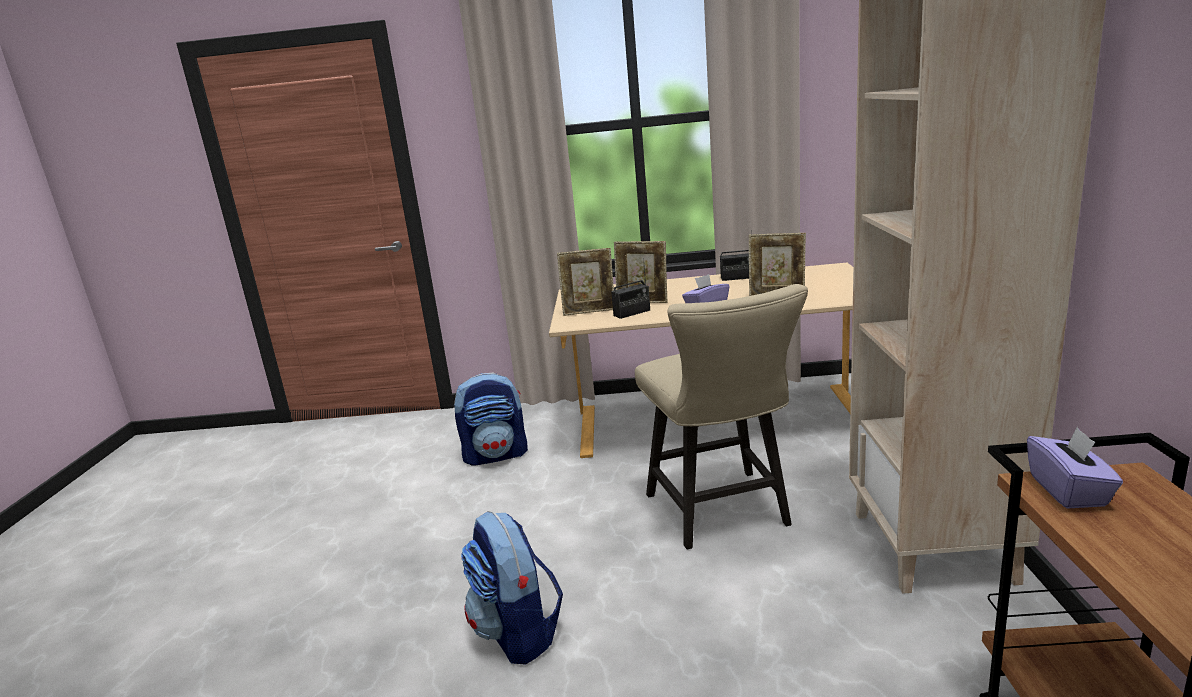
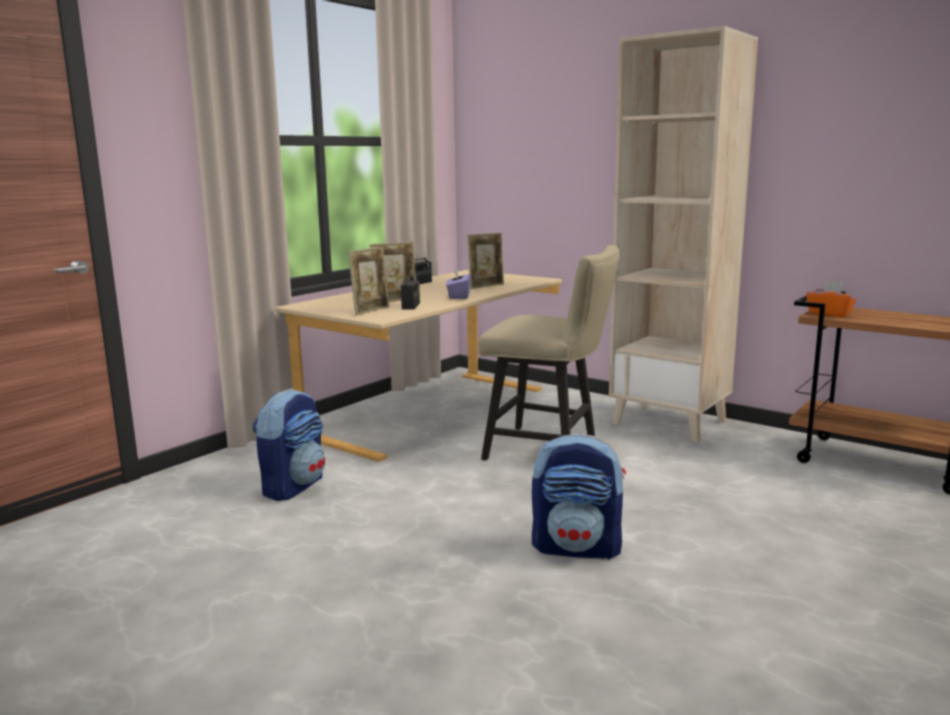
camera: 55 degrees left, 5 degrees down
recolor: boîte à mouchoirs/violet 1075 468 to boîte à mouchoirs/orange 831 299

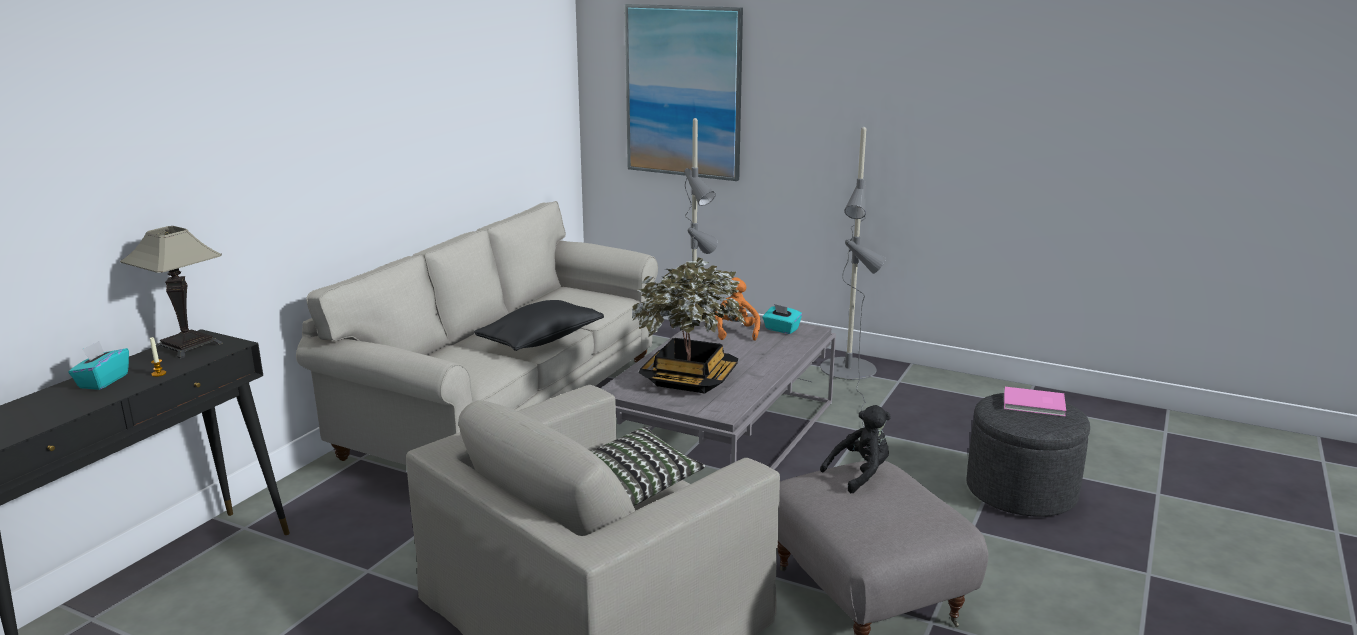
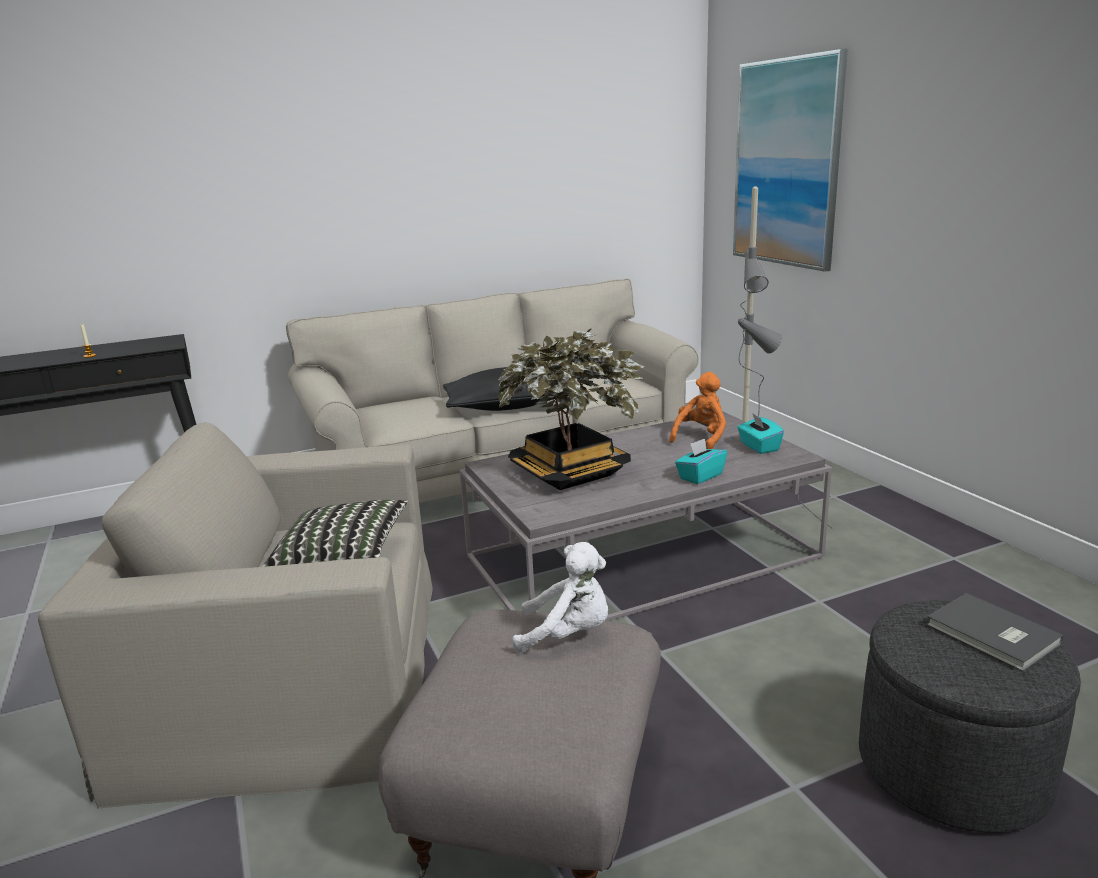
camera: 40 degrees right, 0 degrees up
delete: lampe de table 171 292; lampadaire/gris 853 277
move: boîte à mouchoirs/turquoise 98 365 to 701 461
recolor: peluche/noir 855 449 to peluche/blanc 560 598; livre/rose 1035 402 to livre/gris 994 632

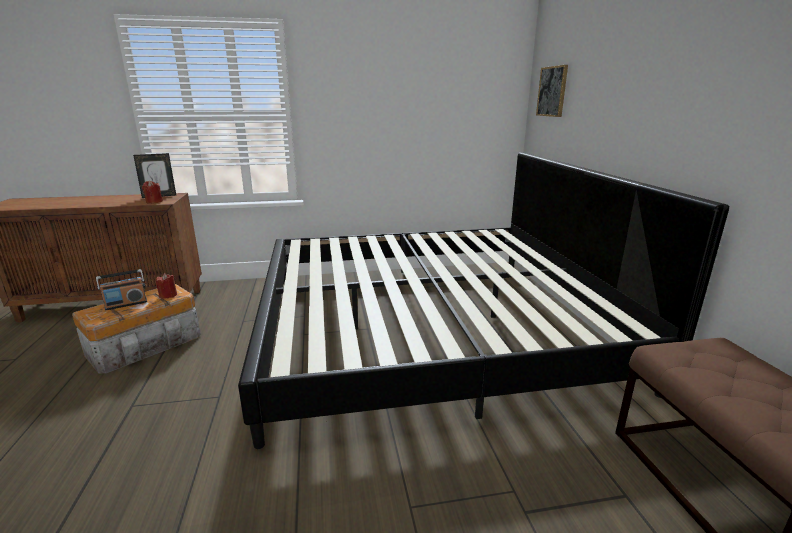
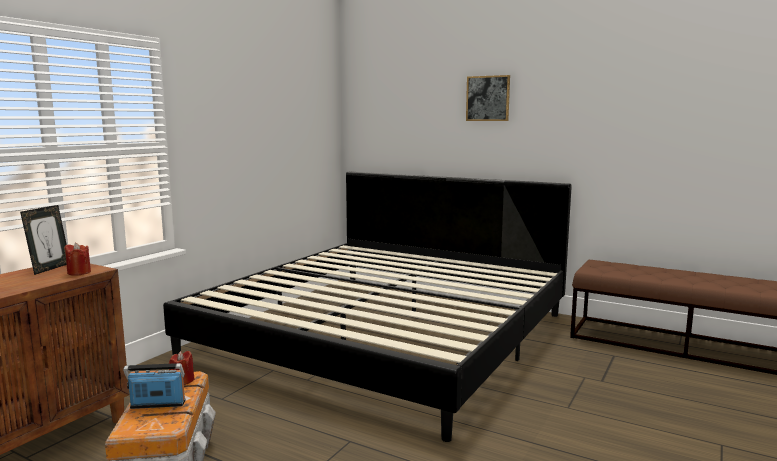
camera: 50 degrees left, 10 degrees down
move: tableau 552 91 to 488 98
rotate: radio 121 289 = 154 386 105 degrees counterclockwise

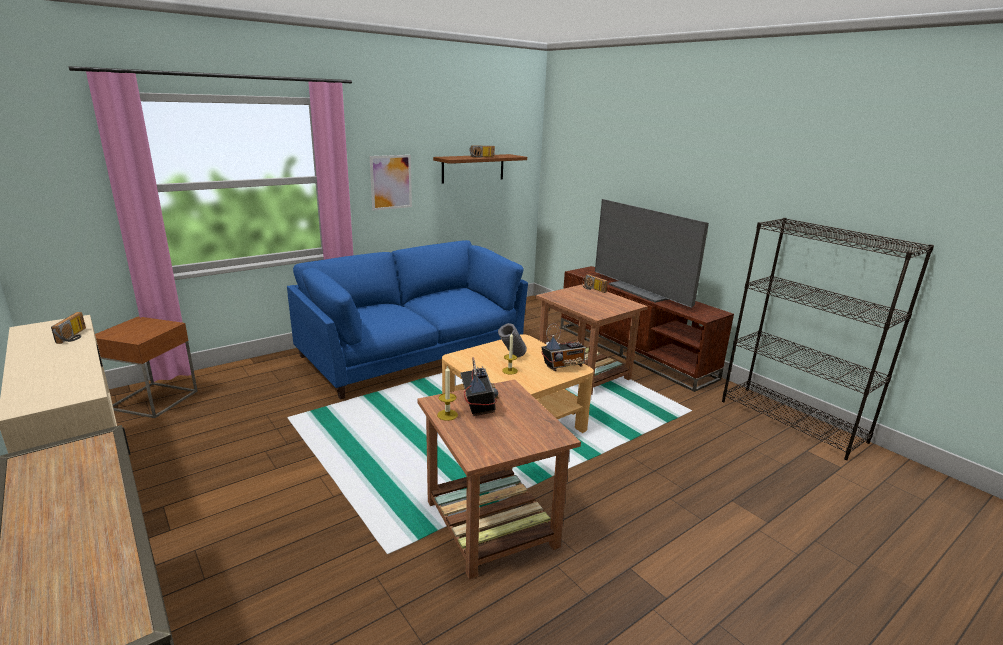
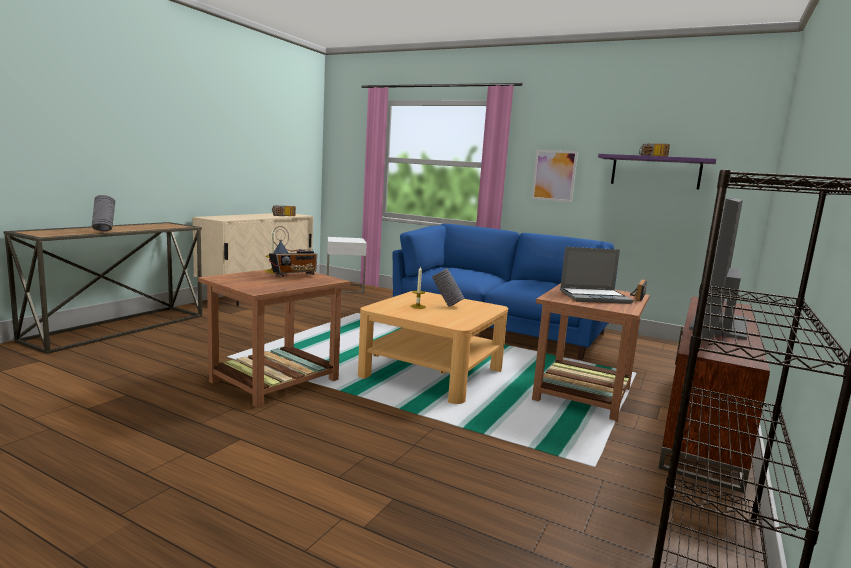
camera: 65 degrees right, 10 degrees down
delete: radio 563 347
insert: vase/gris 103 213; ordinateur portable 597 275
recolor: table d'appoint/marron 146 367 to table d'appoint/blanc 347 265; étagère/marron 480 168 to étagère/violet 657 171

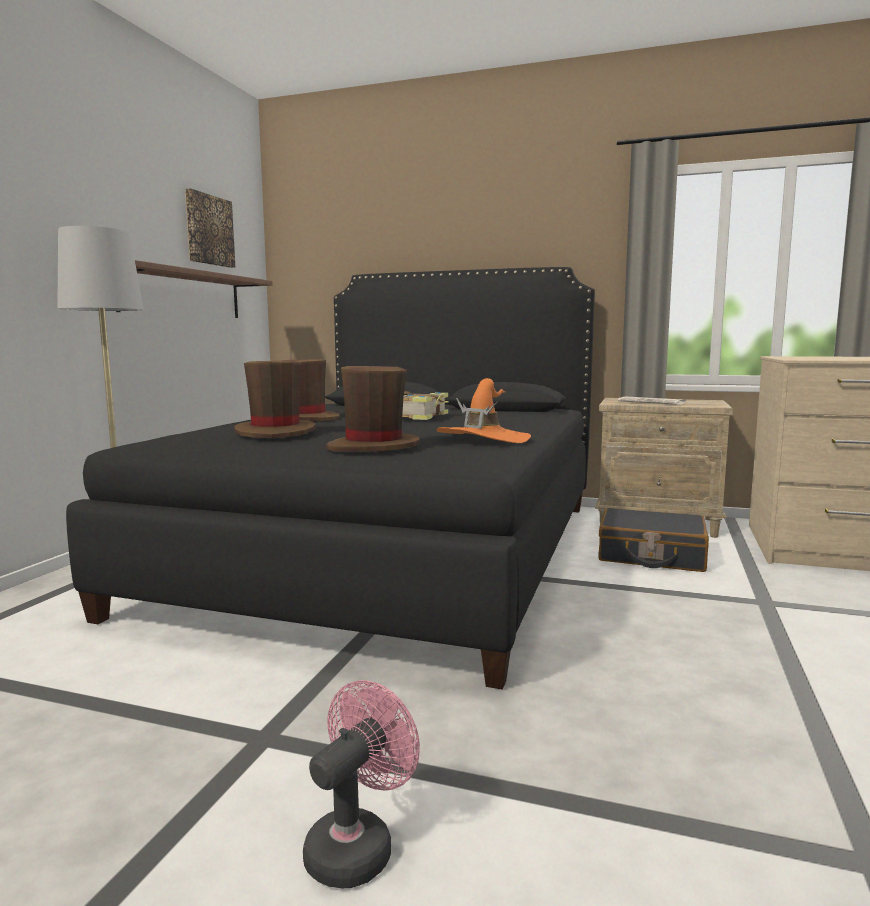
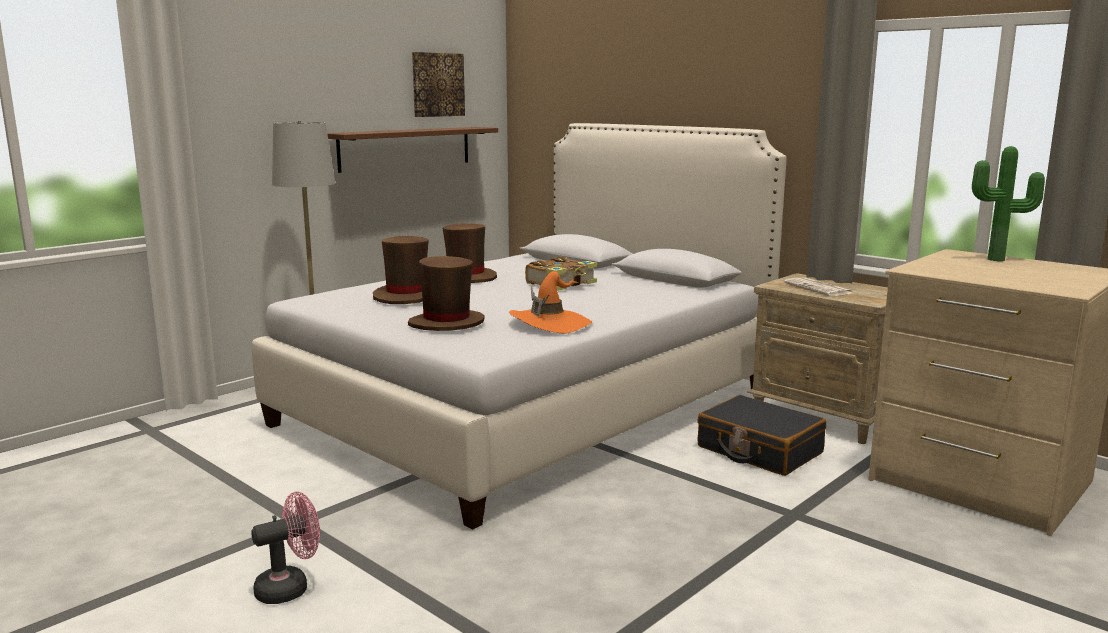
camera: 25 degrees right, 5 degrees up
insert: plante en pot 1008 203
recolor: lit/noir 330 478 to lit/blanc 519 326

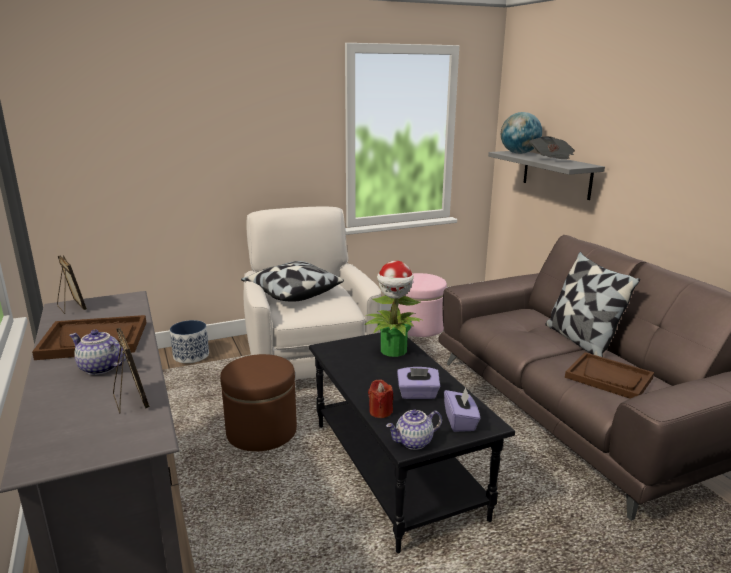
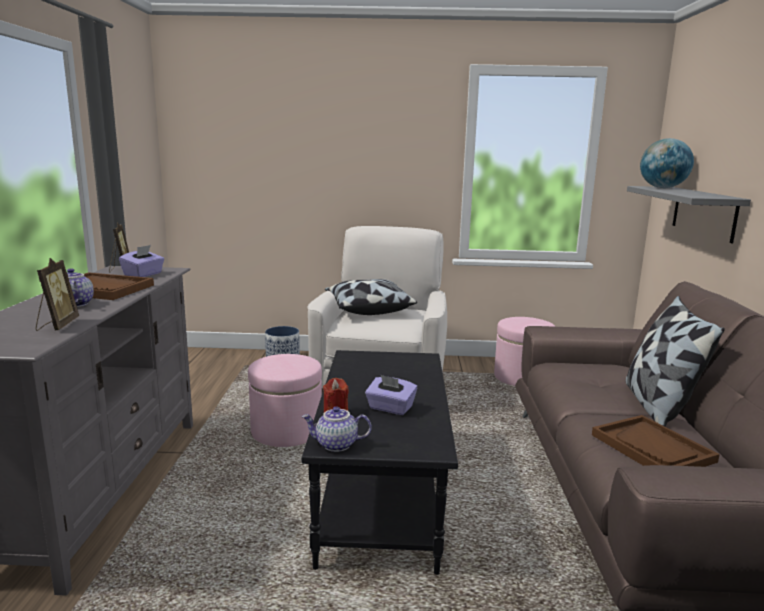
camera: 25 degrees right, 5 degrees down
delete: plante en pot 393 309; journal 552 147
move: boîte à mouchoirs/violet 462 410 to 141 261
recolor: pouf/marron 258 402 to pouf/rose 285 400

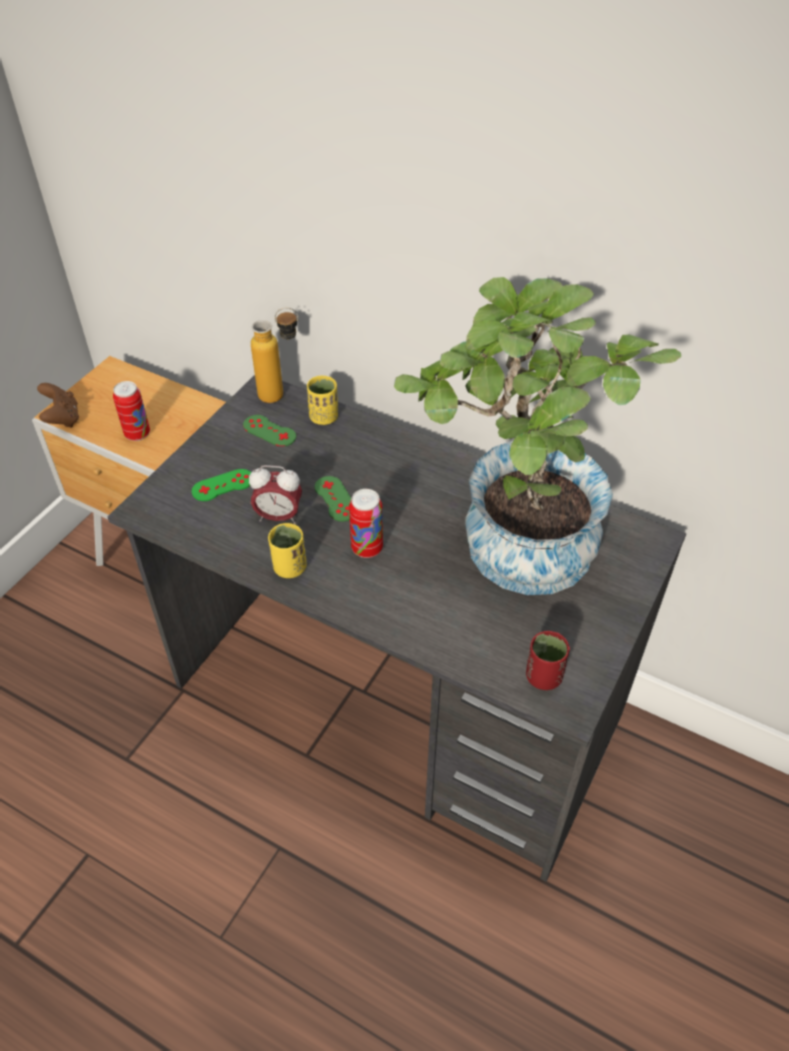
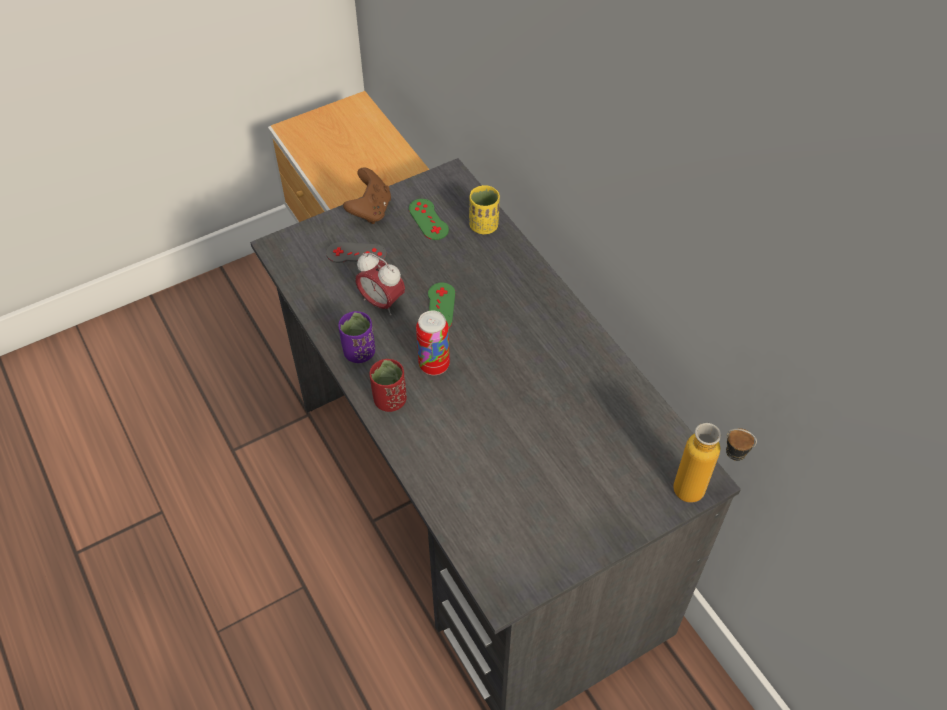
camera: 30 degrees right, 5 degrees up
delete: boîte métallique 131 411; plante en pot 537 436
move: manette/marron 58 405 to 367 195; tasse/rouge 548 660 to 388 385; bouteille 274 355 to 715 463
recolor: manette/vert 222 485 to manette/gris 356 252; tasse/jaune 287 550 to tasse/violet 356 337

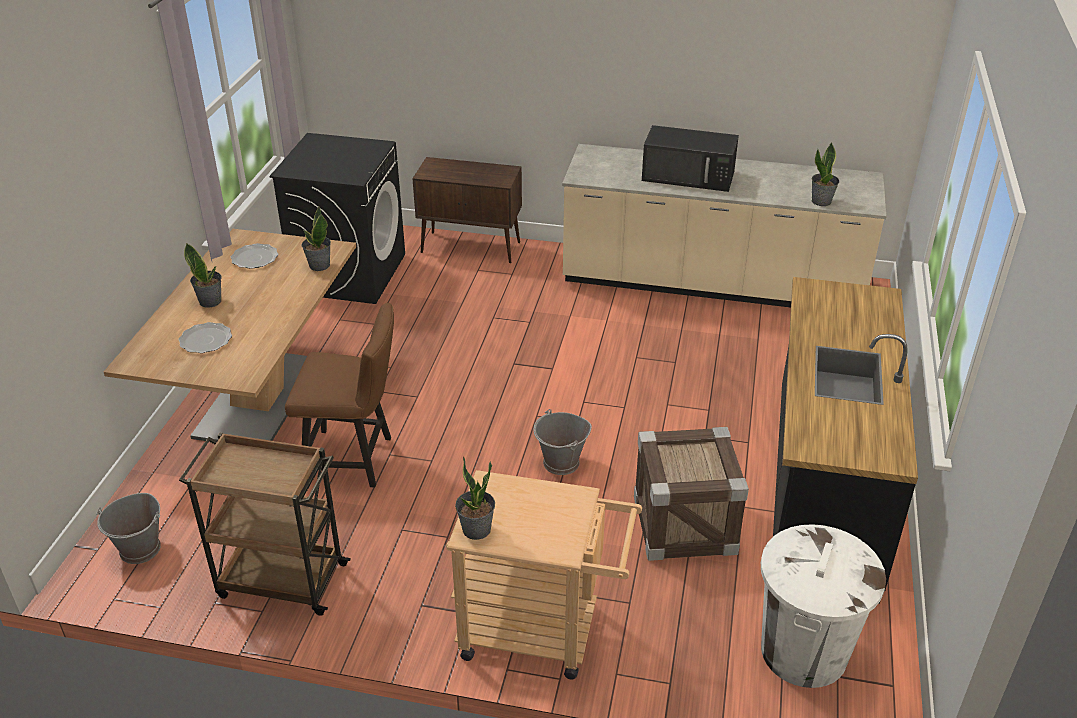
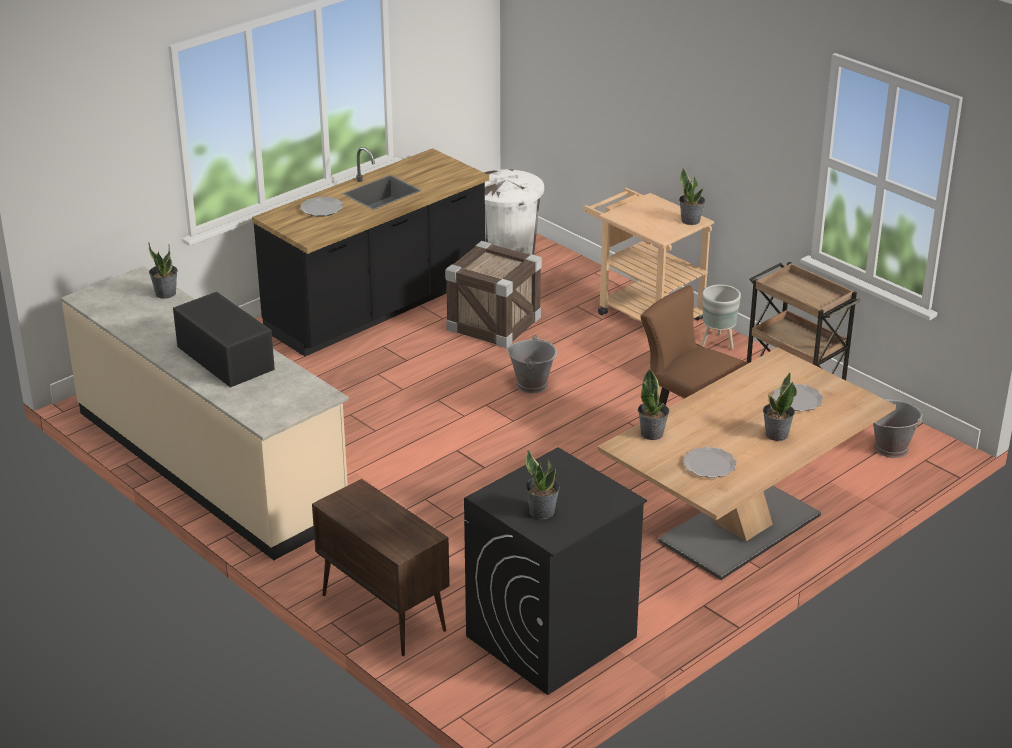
camera: 145 degrees left, 5 degrees down
insert: assiette 321 207; plante en pot 542 484; cache-pot/gris 721 317

